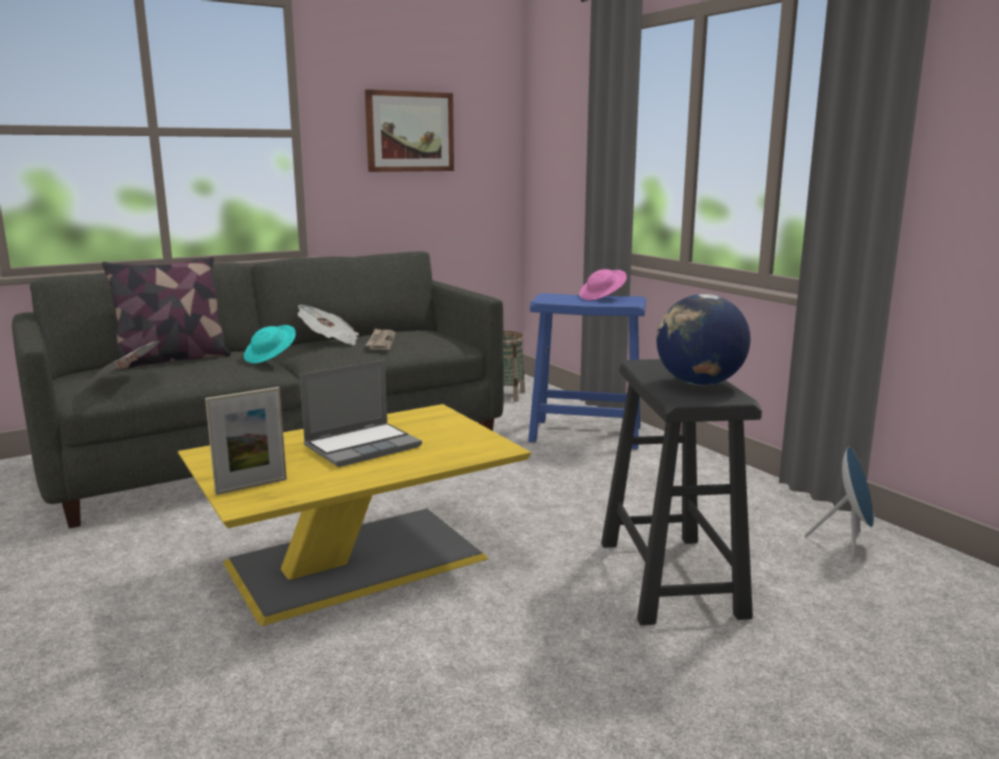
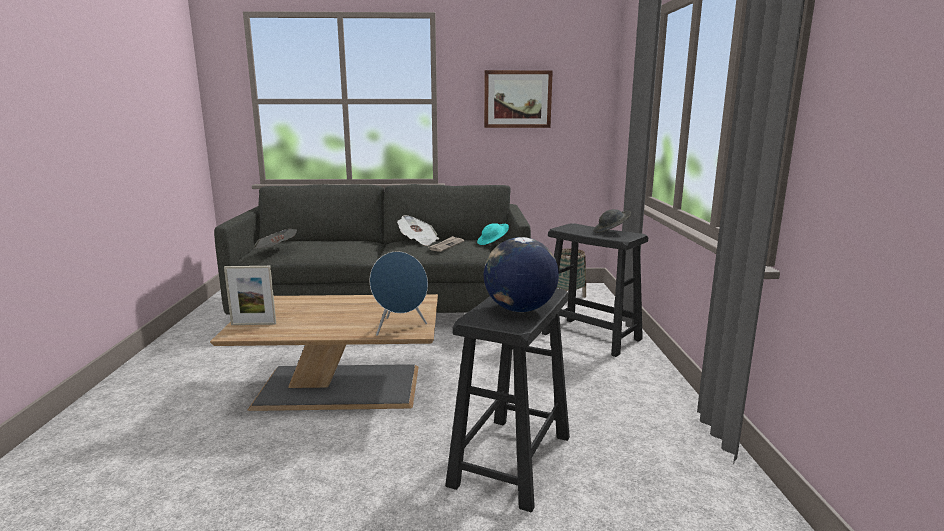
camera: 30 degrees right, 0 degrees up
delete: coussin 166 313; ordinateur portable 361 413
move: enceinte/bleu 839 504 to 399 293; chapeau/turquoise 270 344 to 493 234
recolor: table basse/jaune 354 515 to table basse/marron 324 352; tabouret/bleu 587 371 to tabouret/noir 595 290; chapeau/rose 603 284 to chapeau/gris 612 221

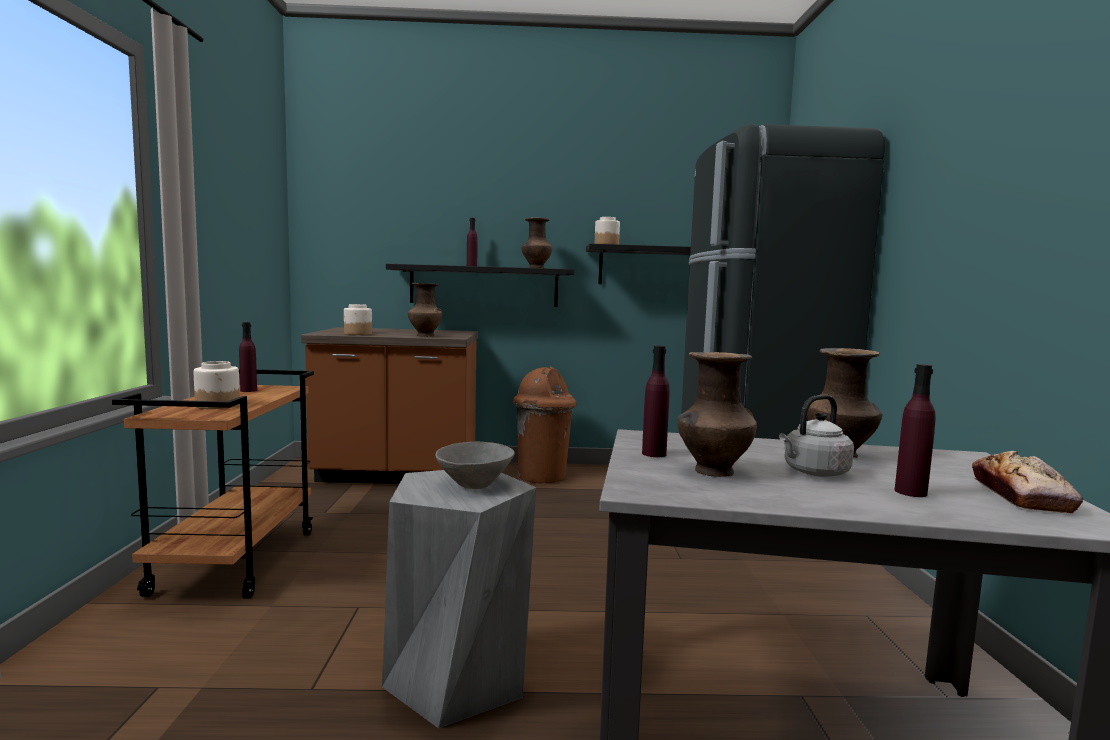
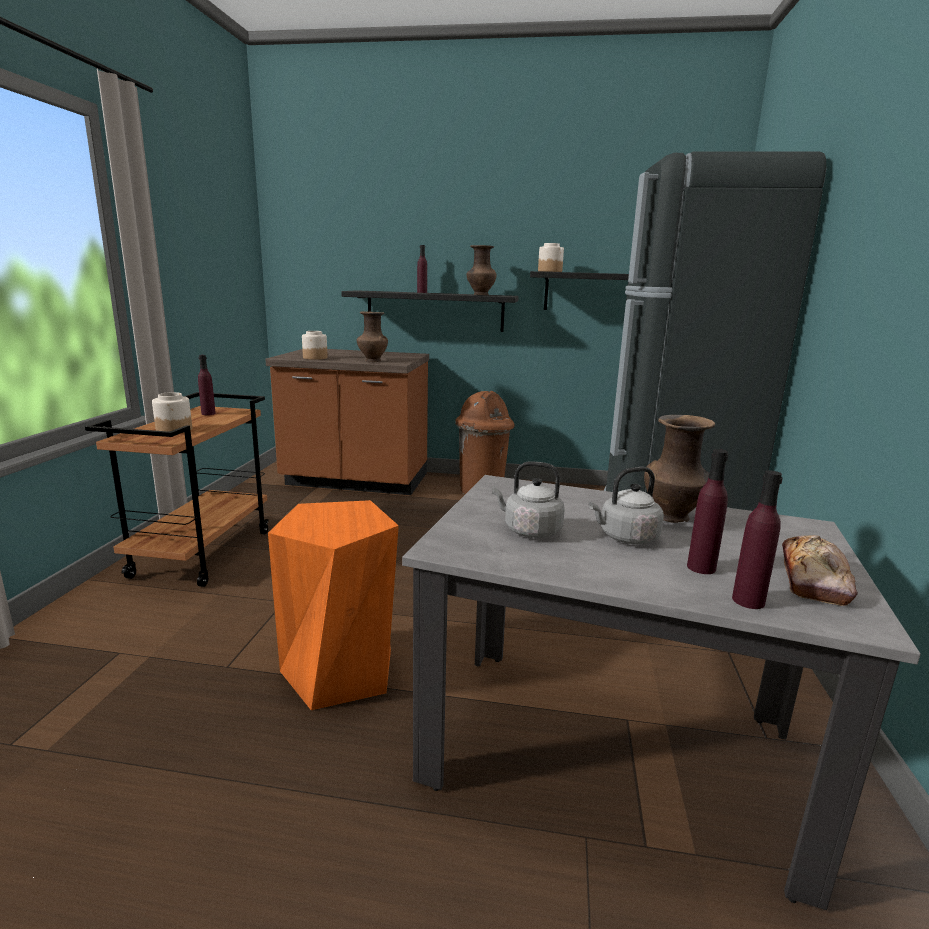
camera: 10 degrees right, 10 degrees up
delete: bol/gris 475 465
move: bouteille/violet 656 401 to 757 540
replace: vase/marron 717 414 to bouilloire/gris 528 500
recolor: tabouret/gris 459 599 to tabouret/orange 333 605

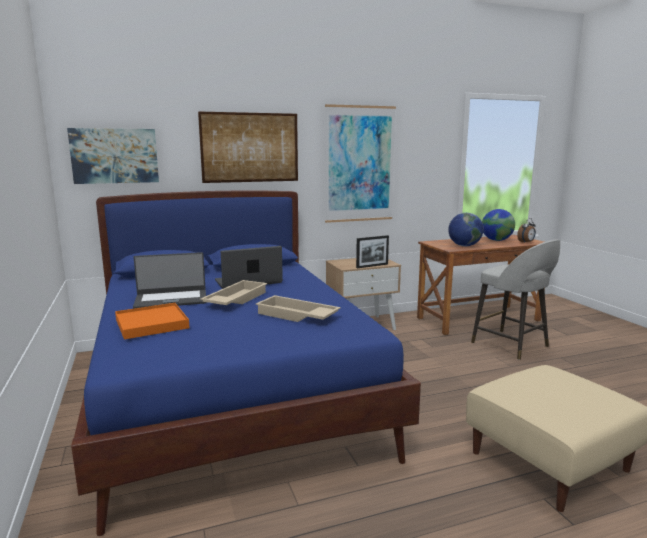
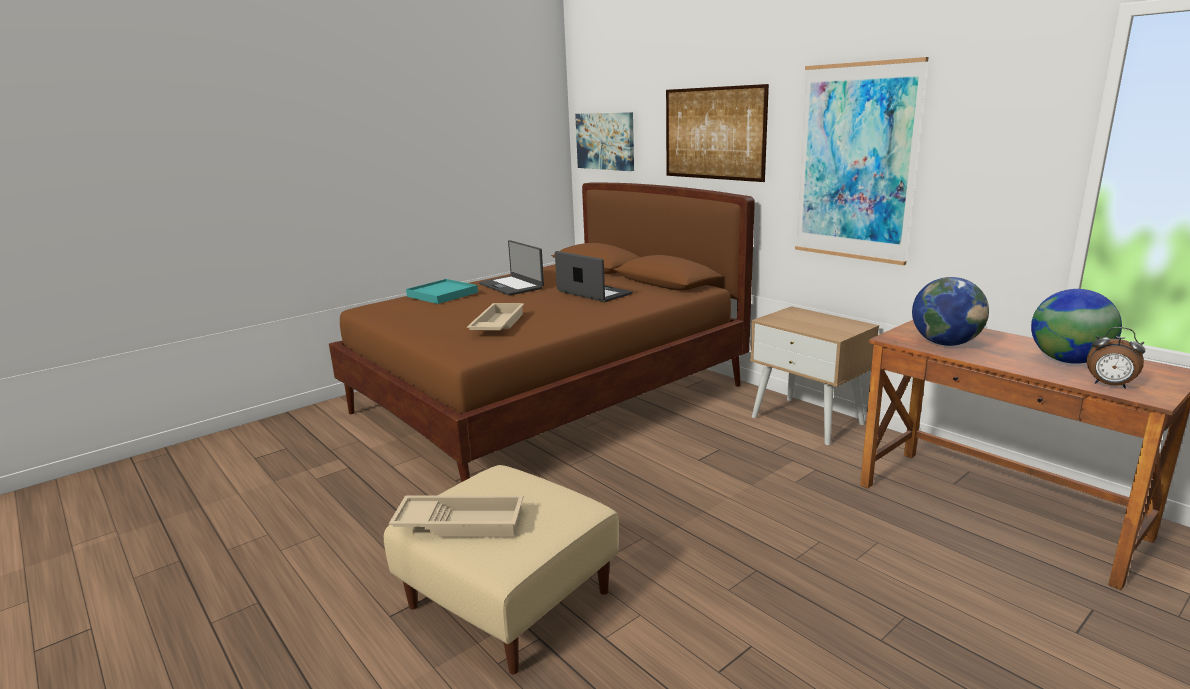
camera: 70 degrees right, 5 degrees up
delete: cadre photo 372 251; tabouret/gris 515 299
move: plateau/beige 233 292 to 456 516
recolor: lit/bleu 246 363 to lit/marron 542 332; plateau/orange 152 321 to plateau/turquoise 442 291

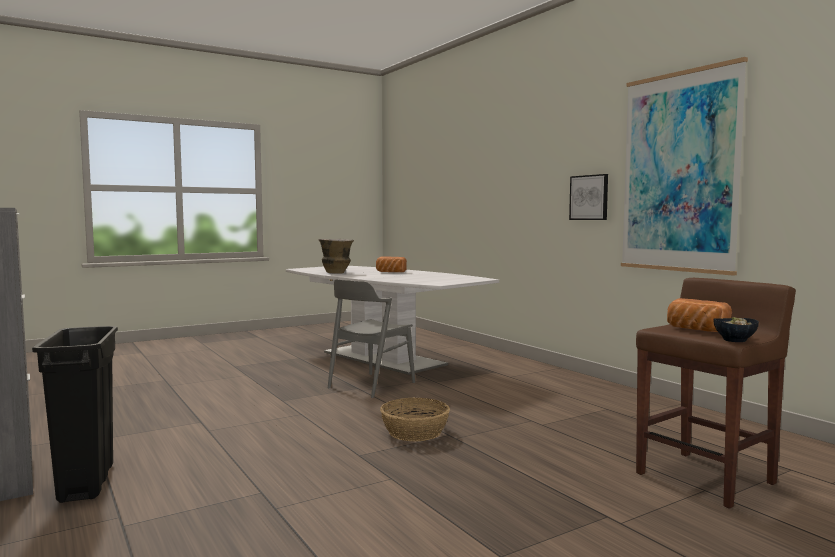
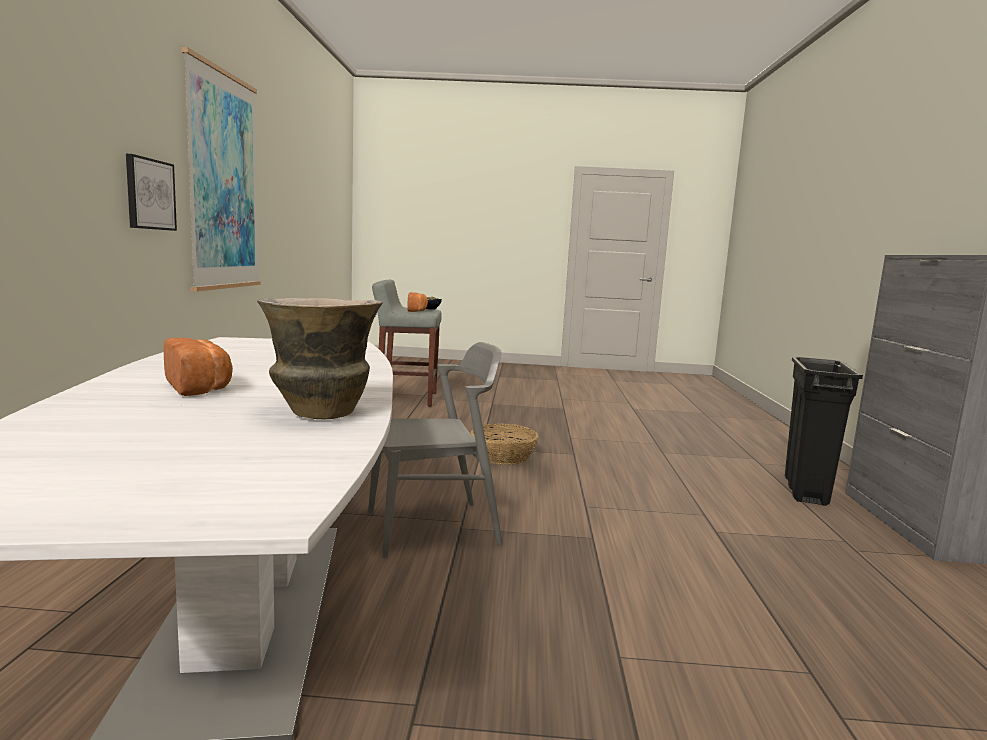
camera: 145 degrees left, 5 degrees up
recolor: tabouret/marron 716 393 to tabouret/gris 407 343

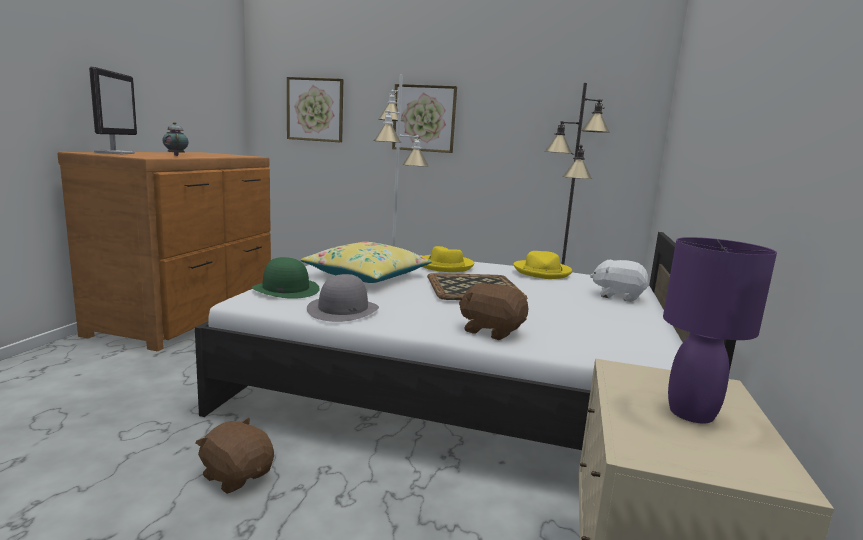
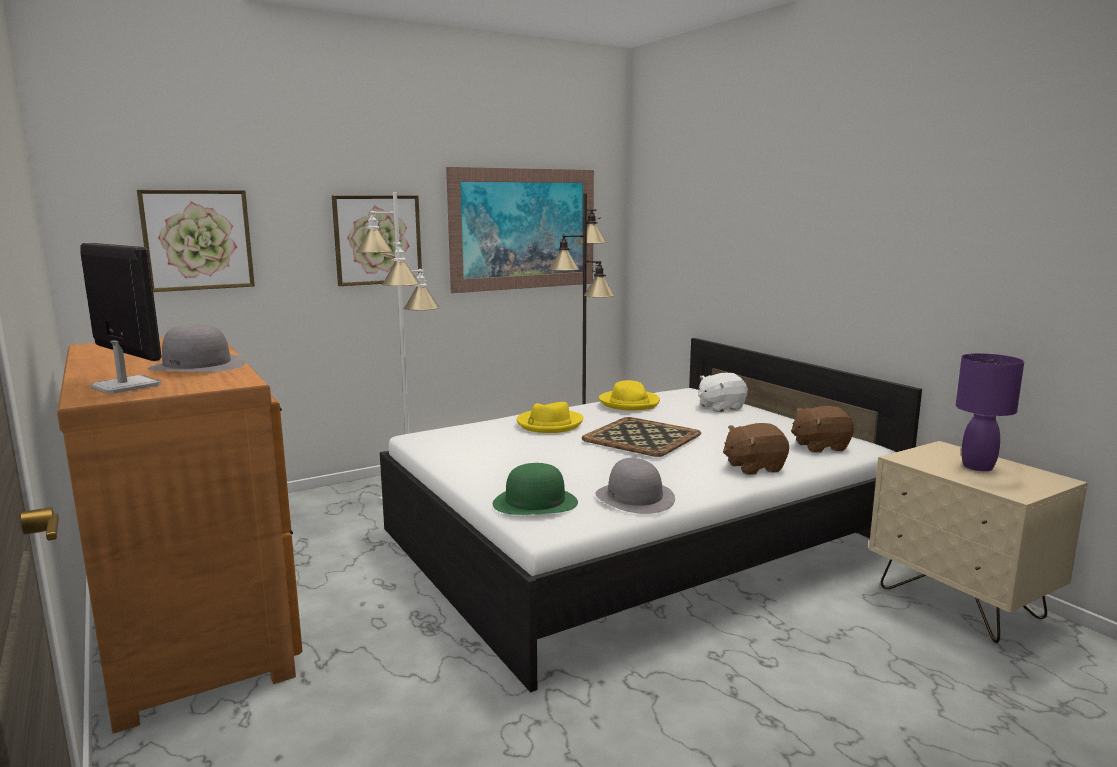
camera: 45 degrees left, 0 degrees up
delete: coussin/jaune 366 262
insert: tableau 520 230
move: peluche/marron 234 456 to 822 429
replace: théière 175 139 to chapeau/gris 197 348

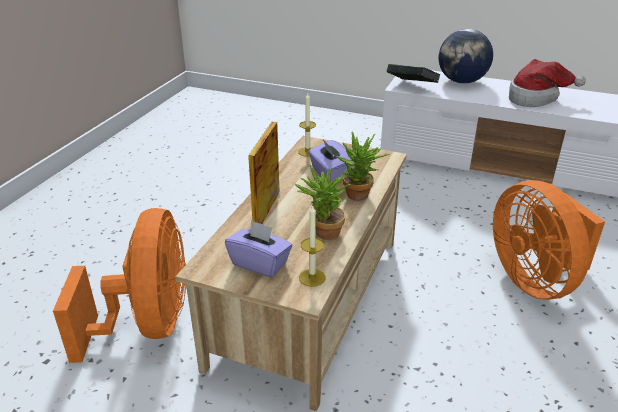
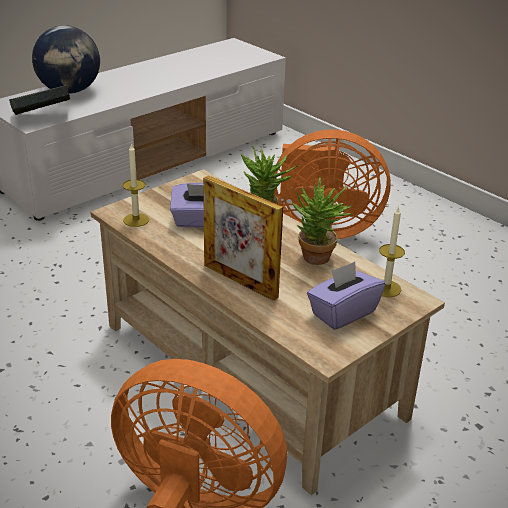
camera: 65 degrees left, 0 degrees up
delete: chapeau 547 83

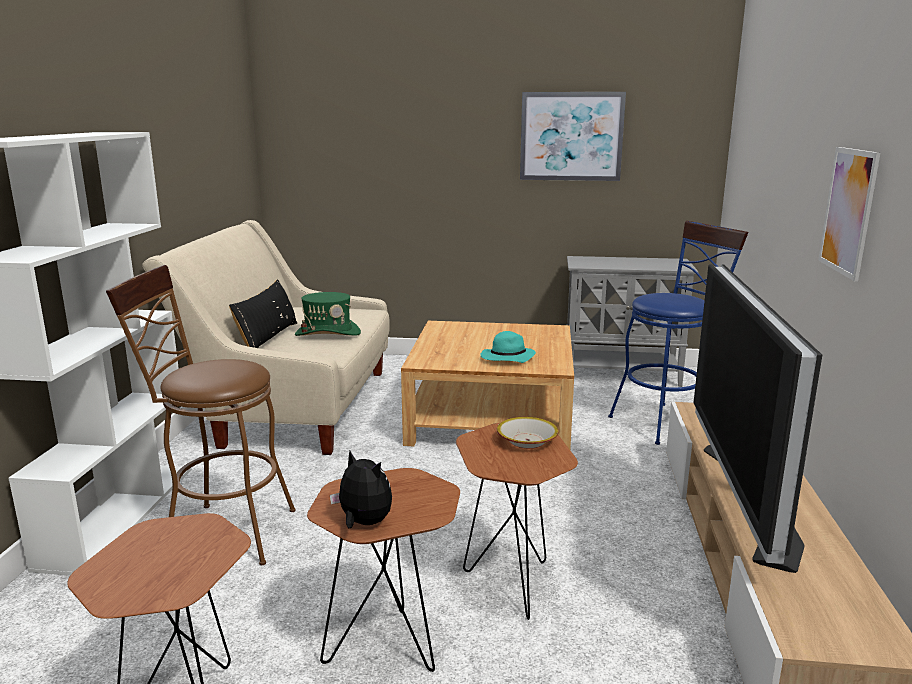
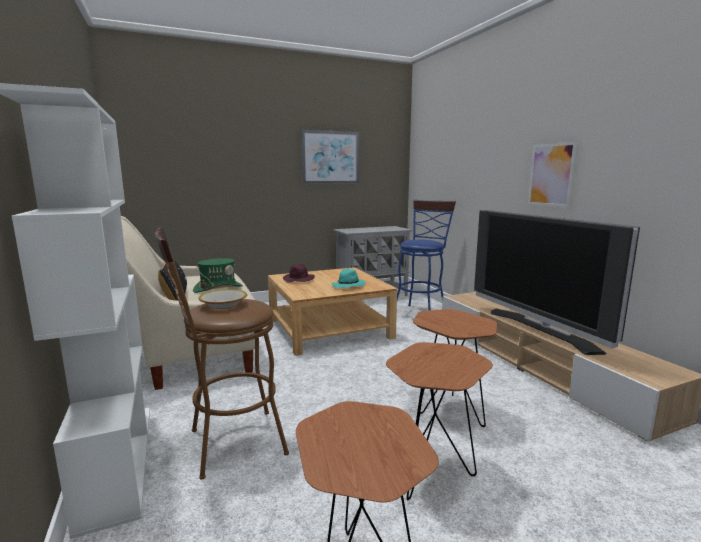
camera: 30 degrees left, 5 degrees down
delete: peluche 361 489
insert: chapeau/violet 299 273
move: bol 528 432 to 222 299

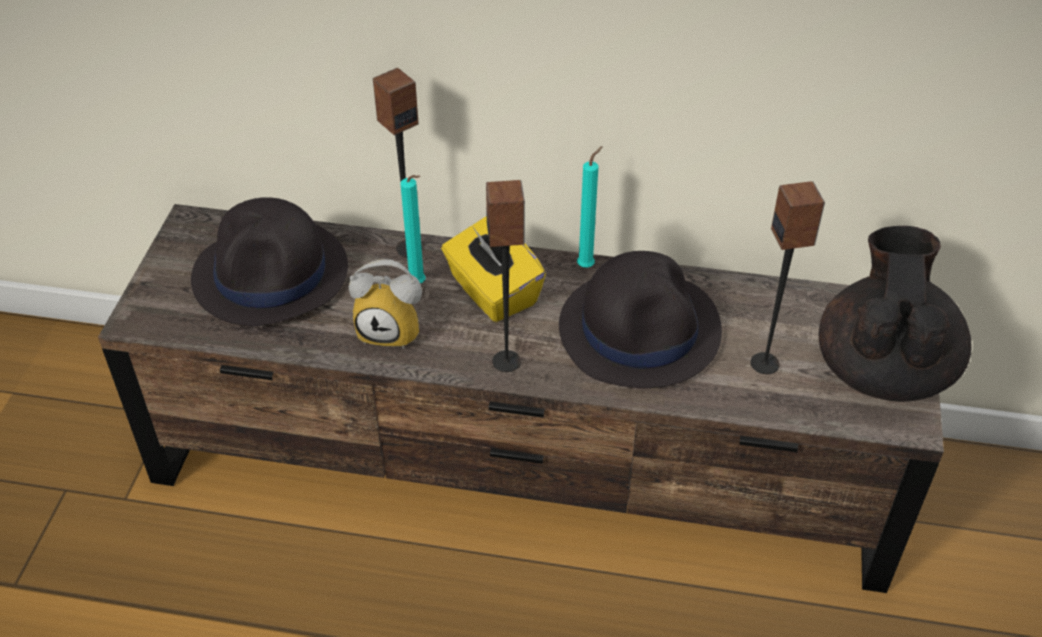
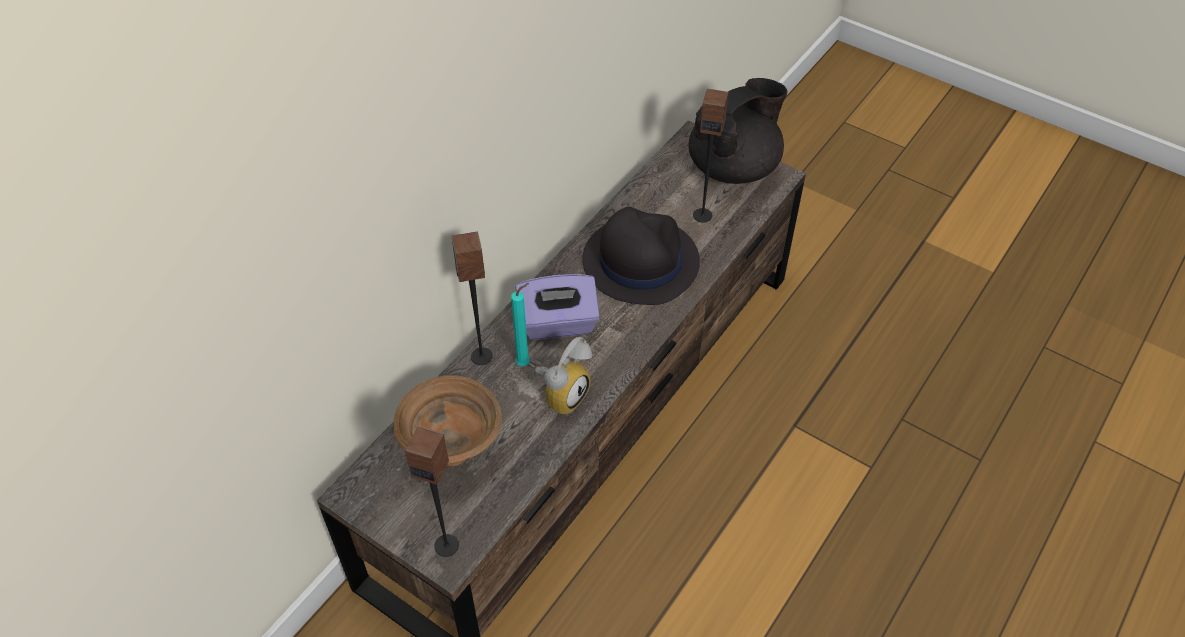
camera: 65 degrees left, 5 degrees up
delete: bougie/turquoise 589 207
move: enceinte 505 276 to 432 491
replace: chapeau/noir 269 261 to bol/marron 447 421
recolor: boîte à mouchoirs/jaune 493 269 to boîte à mouchoirs/violet 558 307
rotate: théière/noir 895 314 = 738 131 105 degrees clockwise

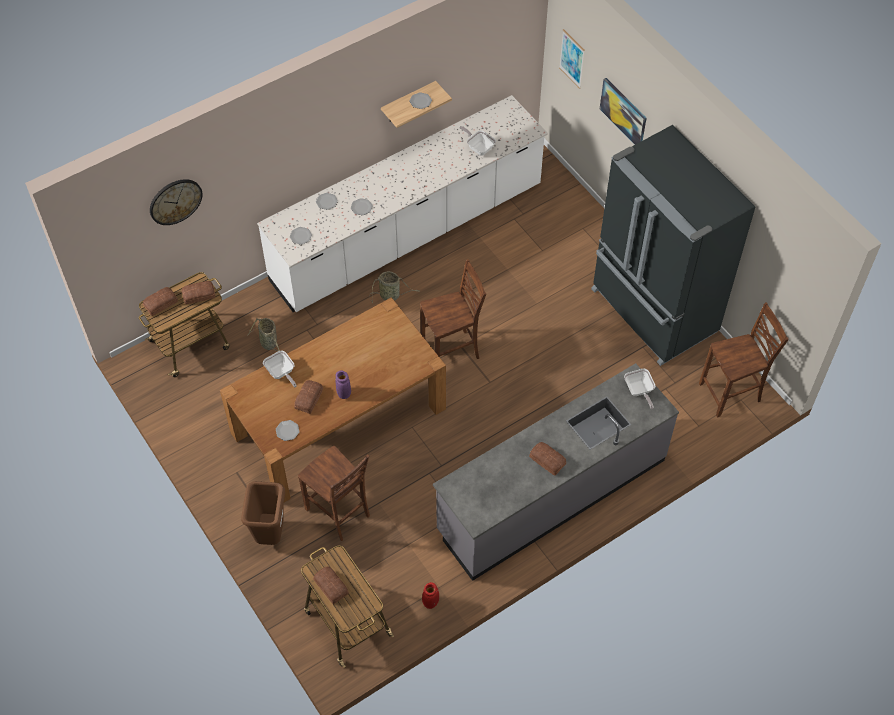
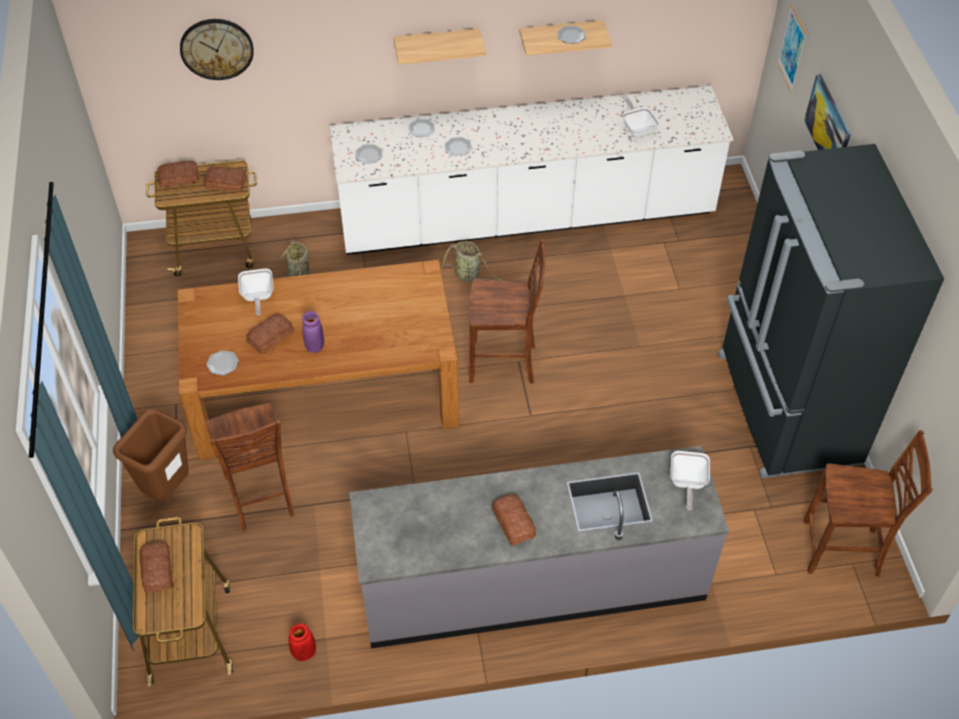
camera: 25 degrees right, 5 degrees down
insert: étagère 440 46

